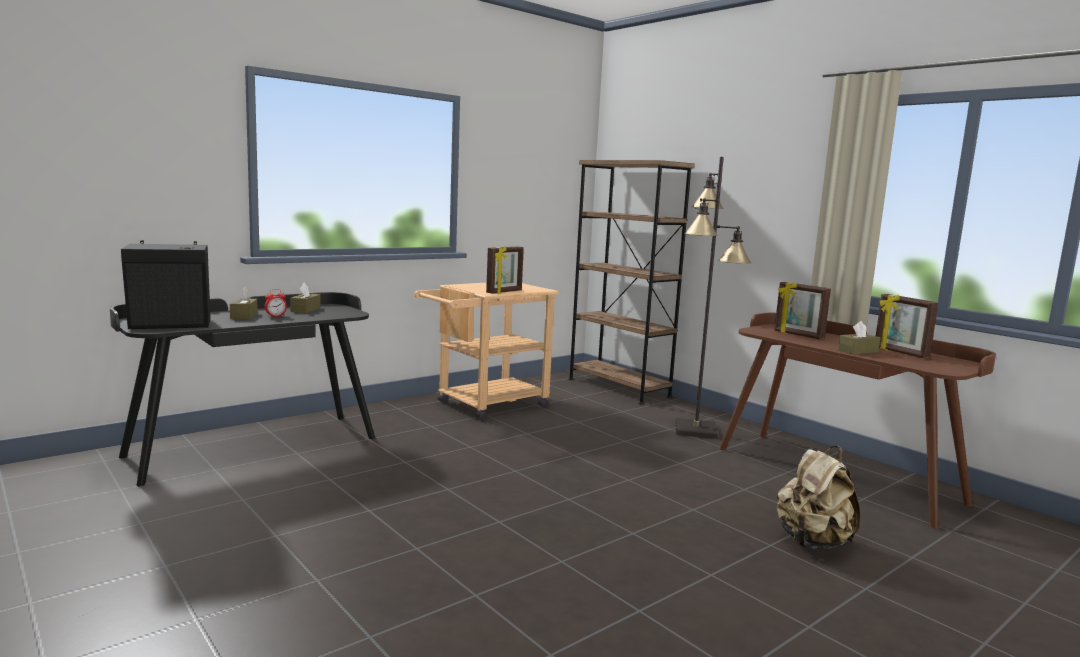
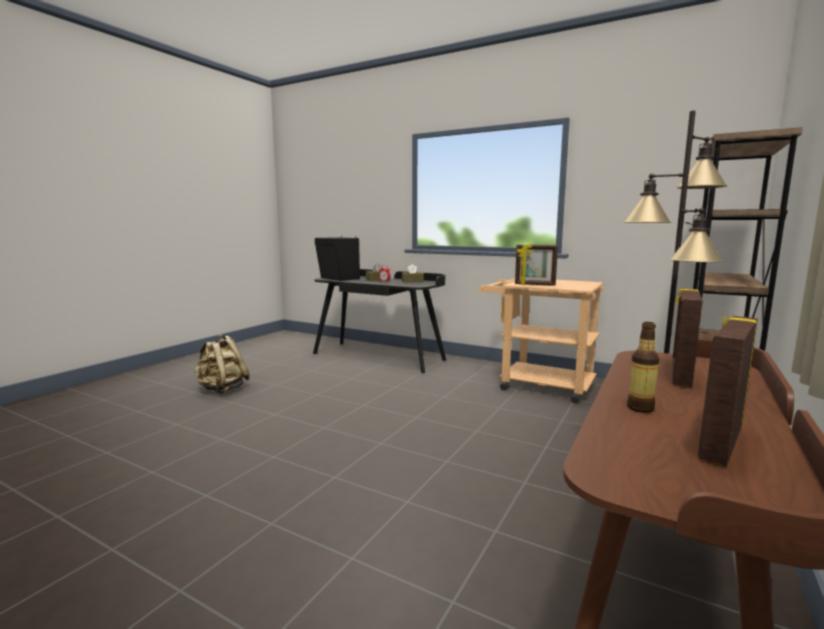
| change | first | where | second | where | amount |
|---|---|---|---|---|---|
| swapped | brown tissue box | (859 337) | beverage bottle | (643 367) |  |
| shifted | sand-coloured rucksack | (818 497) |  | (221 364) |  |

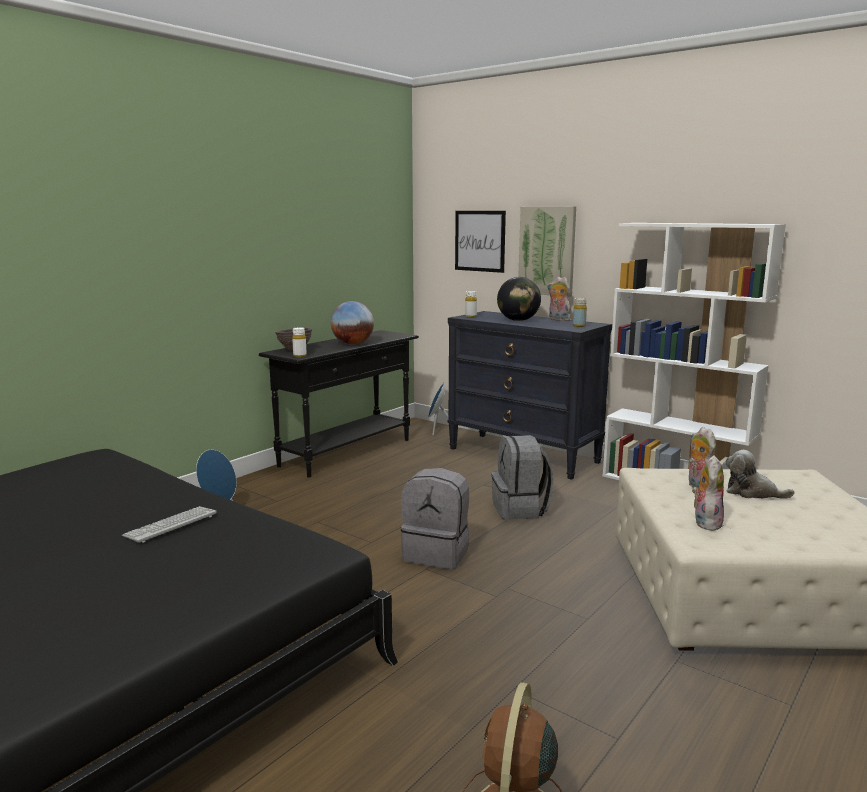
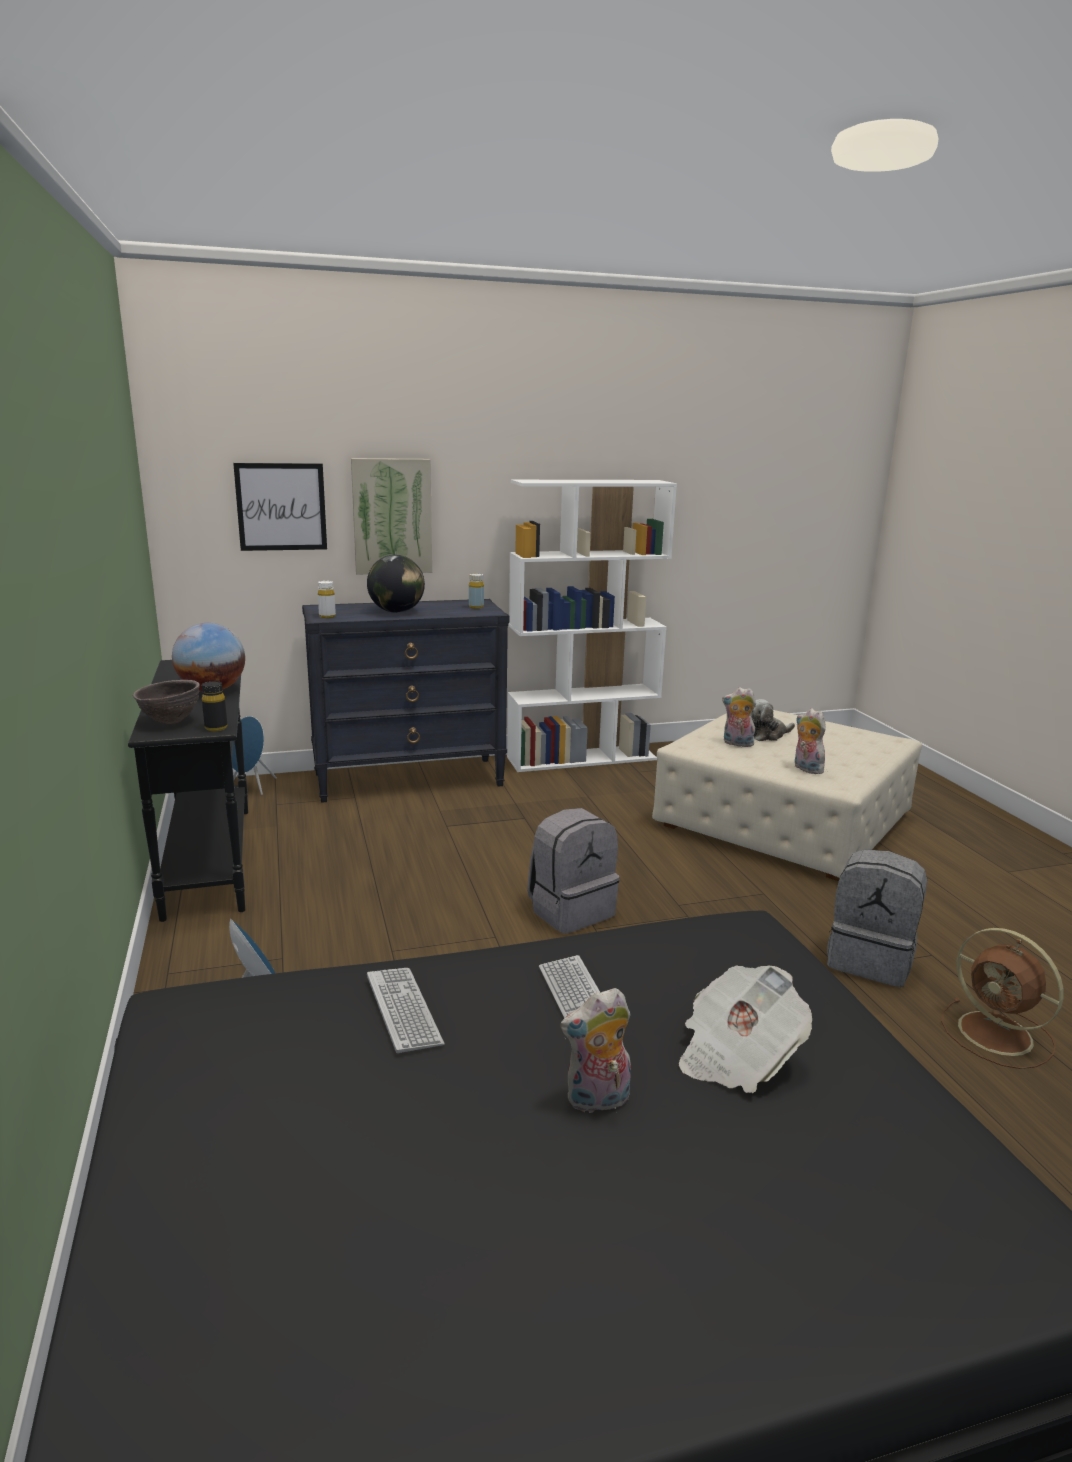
| change | first | where | second | where | amount |
|---|---|---|---|---|---|
| shifted | soft toy | (559 299) |  | (595 1050) |  |
| repainted | white-coloured beverage bottle | (299 342) | black beverage bottle | (214 706) |  |
| shifted | gray rucksack | (522 477) |  | (877 918) |  |
| new |  |  | printed paper | (745 1029) |  |
| new |  |  | PC keyboard | (405 1010) |  |

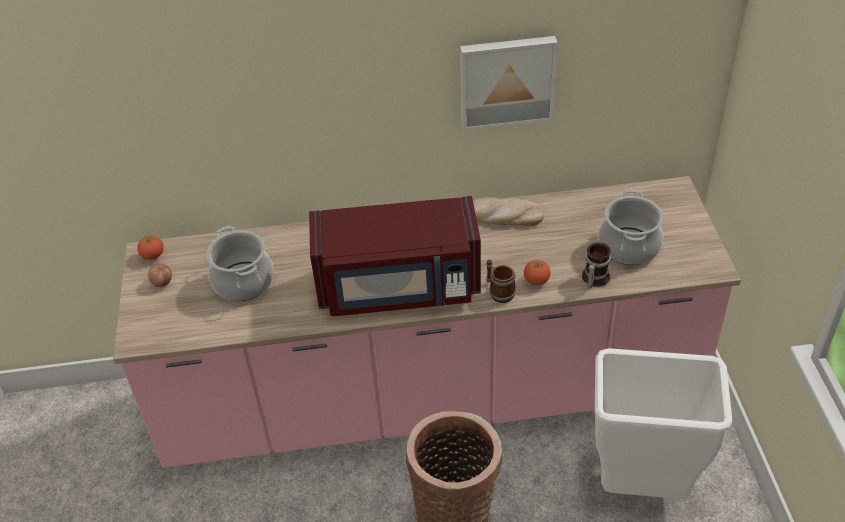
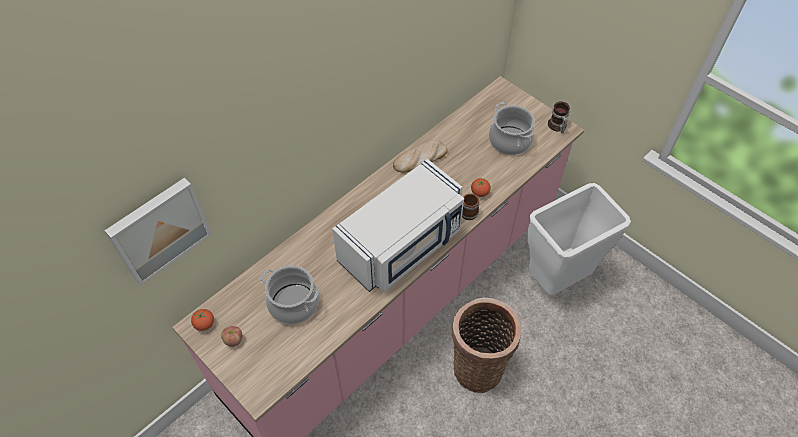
| change | first | where | second | where | amount |
|---|---|---|---|---|---|
| shifted | wall art | (509 83) |  | (158 231) |  |
| repainted | reddish microwave | (395 256) | white-coloured microwave | (398 225) |  |
| shifted | tea mug | (596 265) |  | (559 117) |  |

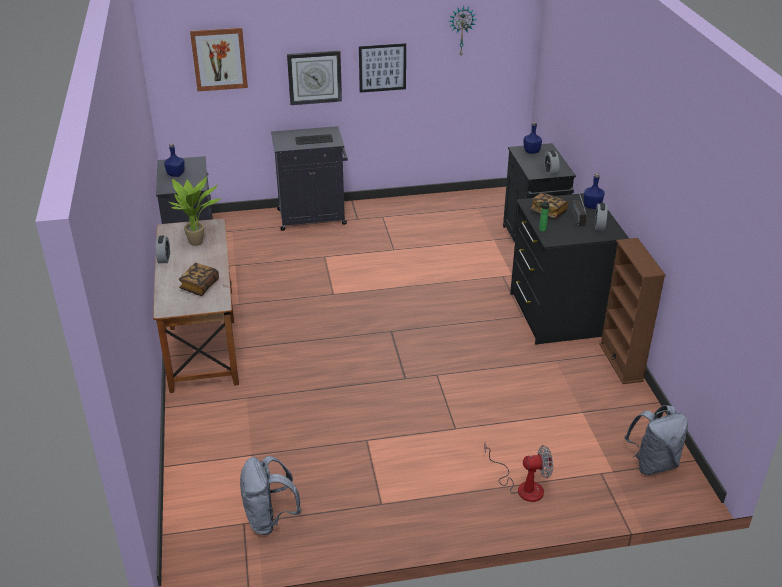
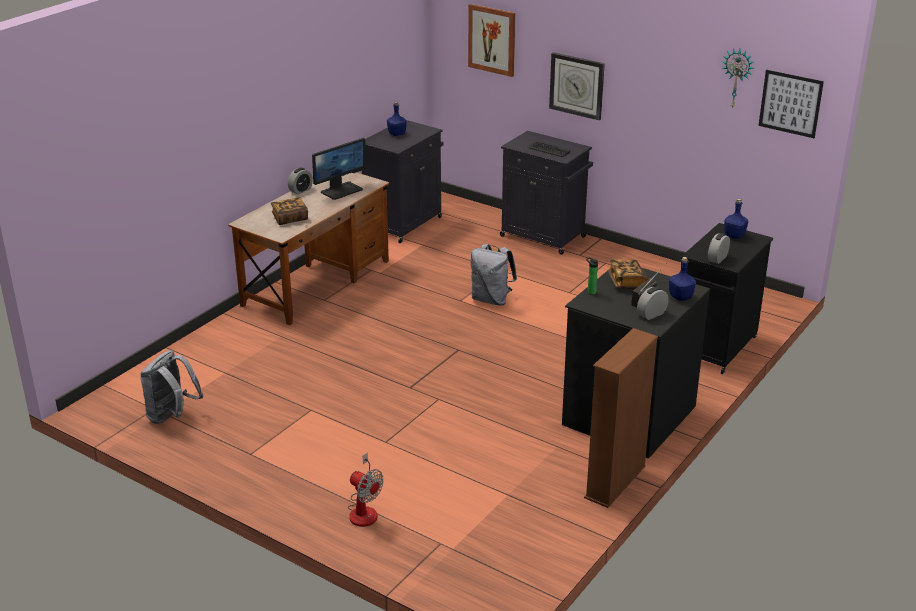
| change | first | where | second | where | amount |
|---|---|---|---|---|---|
| shifted | wall art | (382 68) |  | (791 104) |  |
| swapped | houseplant | (195 211) | computer screen | (339 169) |  |
| shifted | gray rucksack | (656 440) |  | (494 275) |  |

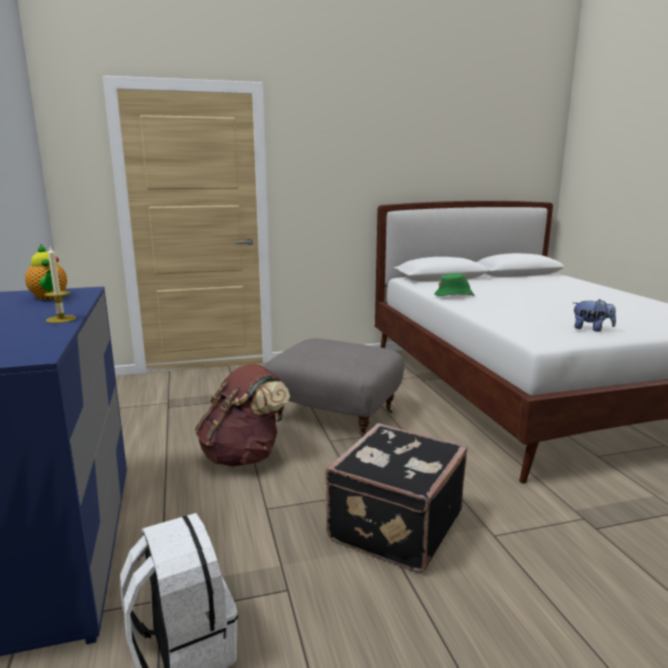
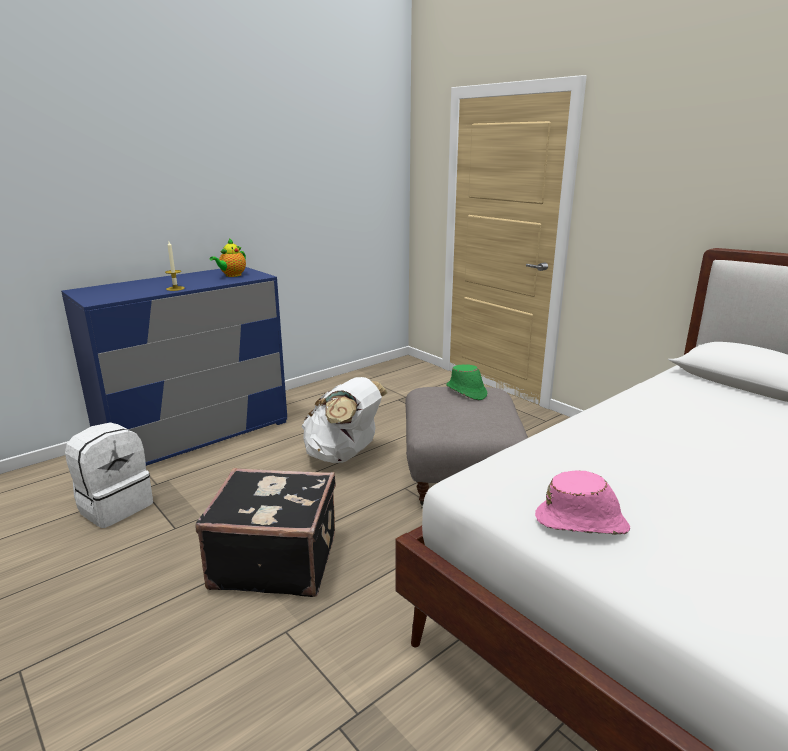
| change | first | where | second | where | amount |
|---|---|---|---|---|---|
| shifted | greenish clothing hat | (454 284) |  | (466 382) |  |
| swapped | soft toy | (594 315) | pink-coloured clothing hat | (582 502) |  |
| repainted | brown rucksack | (242 415) | white-coloured rucksack | (345 420) |  |

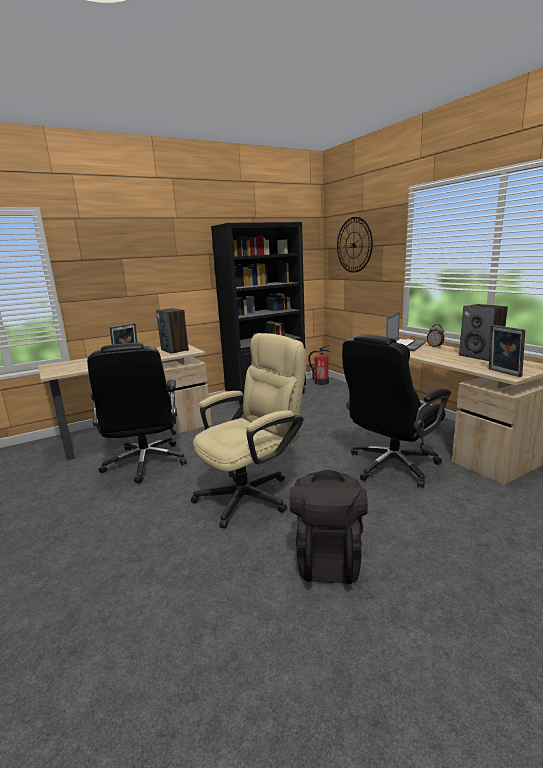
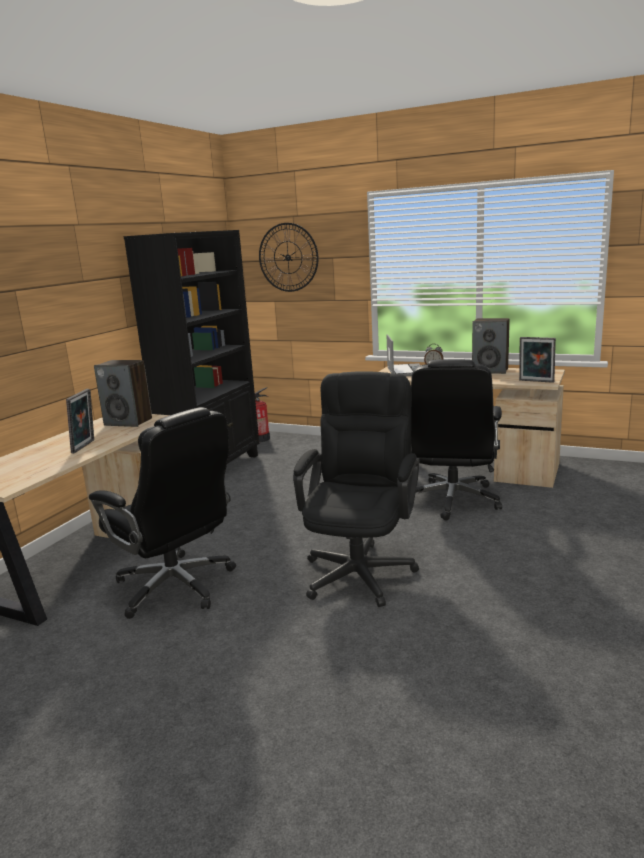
| change | first | where | second | where | amount |
|---|---|---|---|---|---|
| repainted | sand-coloured desk chair | (248 430) | black desk chair | (356 489) |  |
| gone | black rucksack | (329 527) |  |  |  |

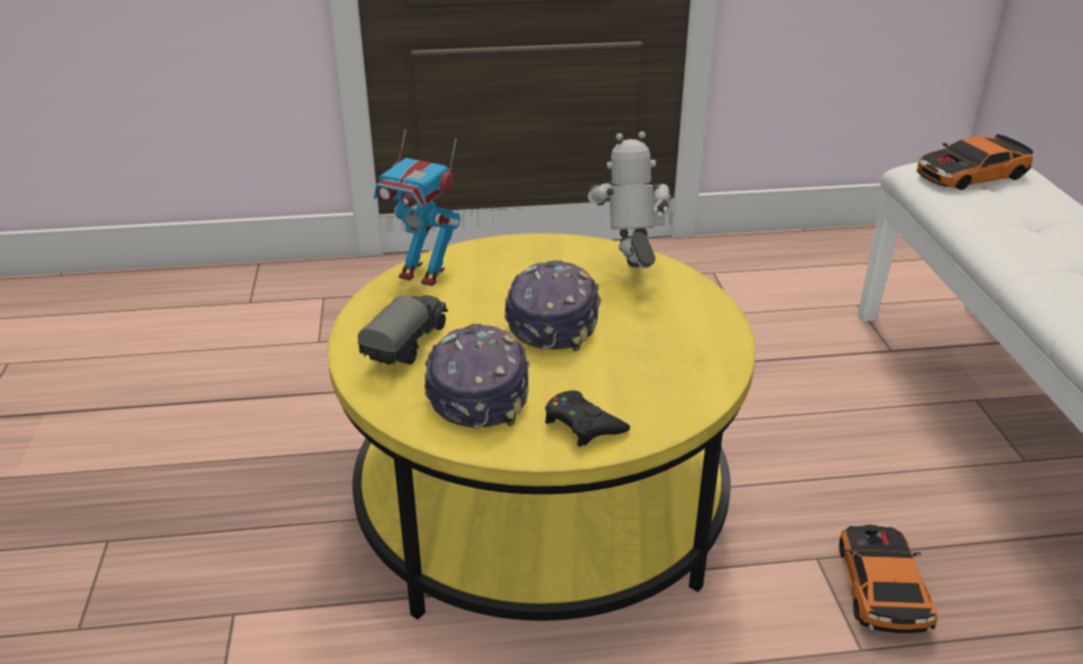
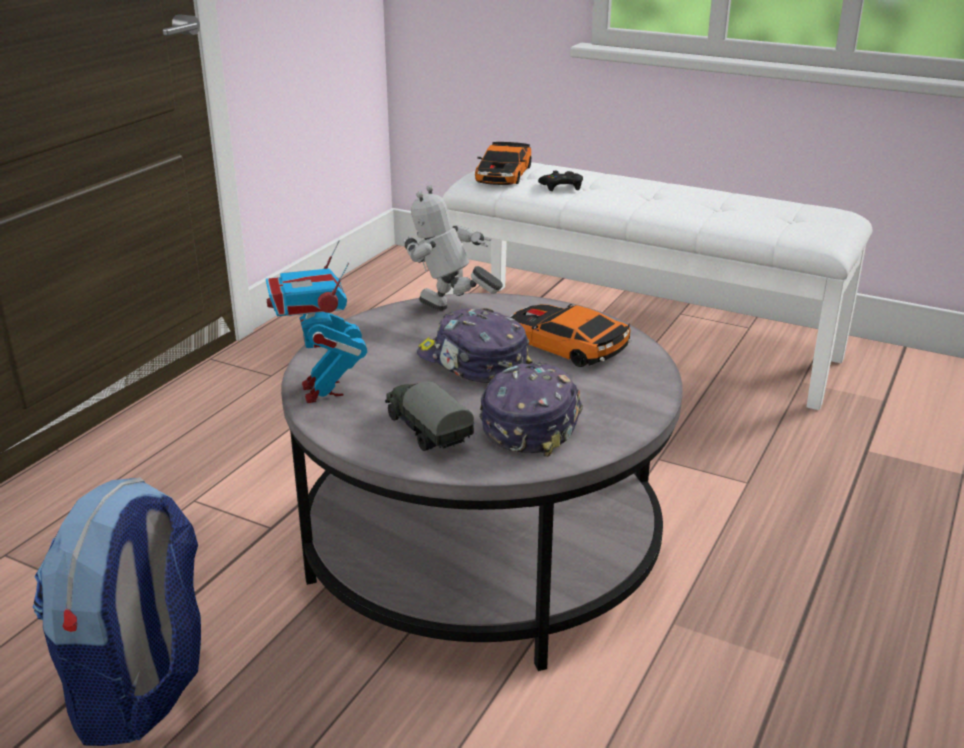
| change | first | where | second | where | amount |
|---|---|---|---|---|---|
| rotated | toy robot | (417 207) |  | (316 321) | 105 degrees clockwise |
| repainted | yellowish coffee table | (541 427) | gray coffee table | (482 482) |  |
| rotated | peaked cap | (477 376) |  | (531 410) | 75 degrees clockwise |
| shifted | black game controller | (587 418) |  | (560 181) |  |
| shifted | toy car | (888 579) |  | (570 335) |  |
| new |  |  | rucksack | (116 611) |  |

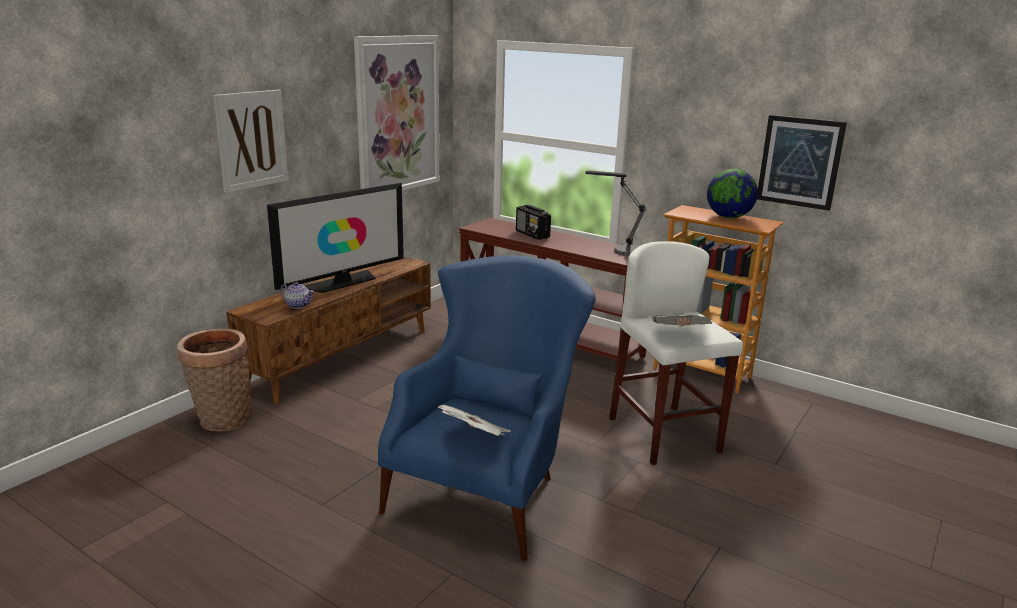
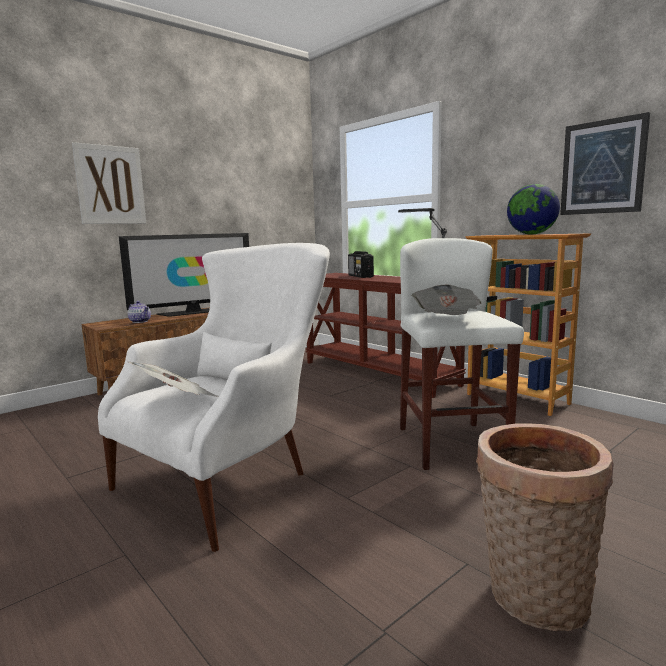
| change | first | where | second | where | amount |
|---|---|---|---|---|---|
| gone | wall art | (396 113) |  |  |  |
| repainted | blue easy chair | (487 408) | white-coloured easy chair | (214 397) |  |
| shifted | household basket | (214 380) |  | (545 527) |  |

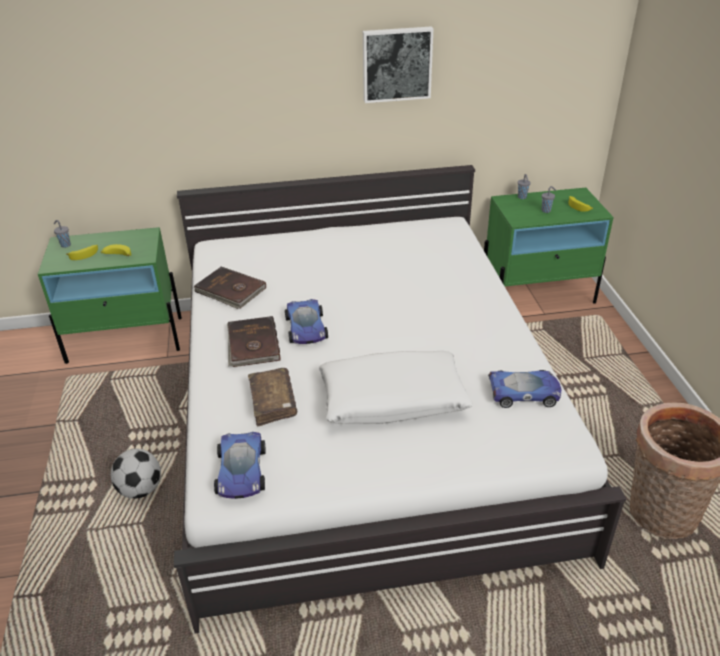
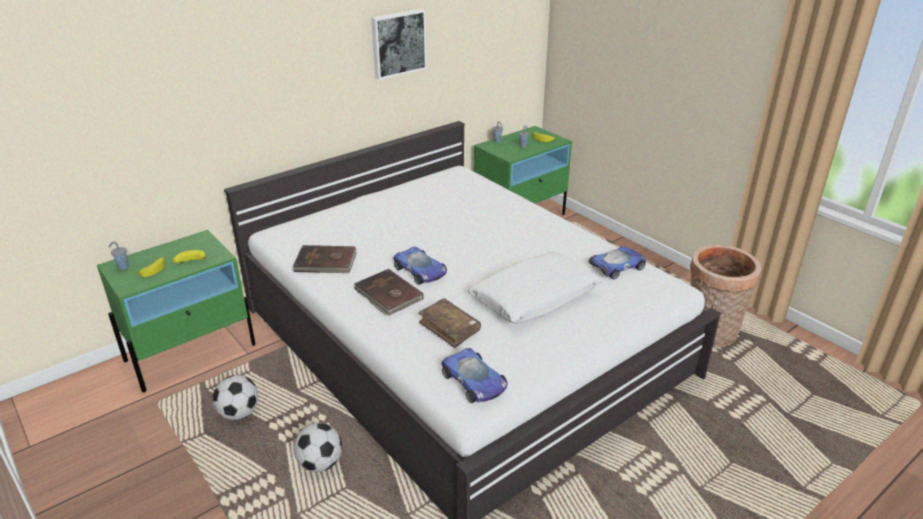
| change | first | where | second | where | amount |
|---|---|---|---|---|---|
| new |  |  | football | (235 397) |  |

